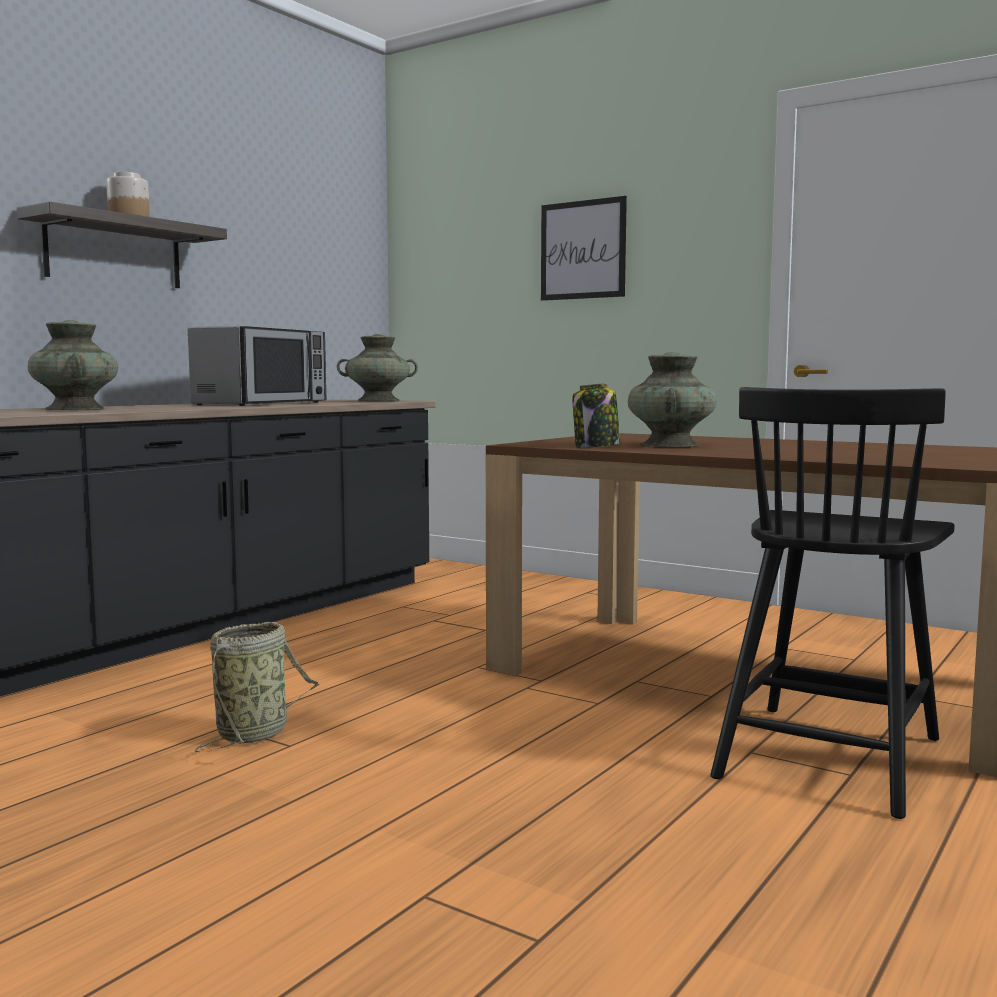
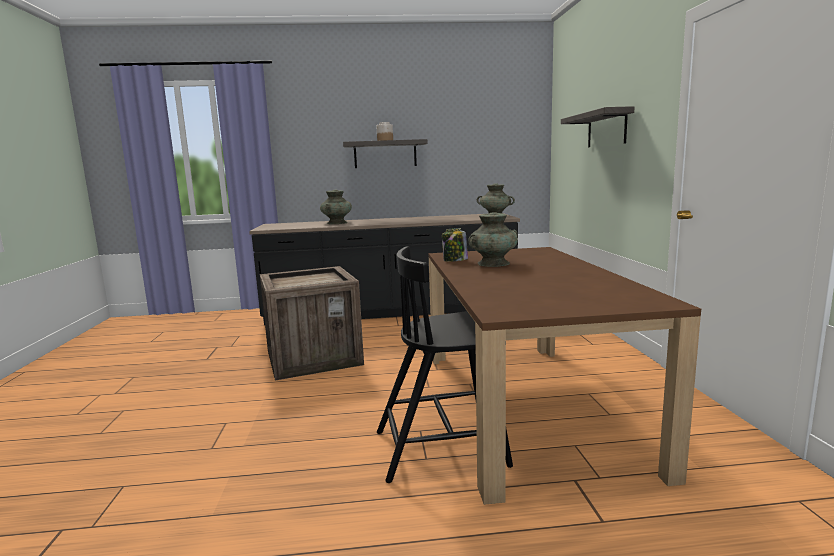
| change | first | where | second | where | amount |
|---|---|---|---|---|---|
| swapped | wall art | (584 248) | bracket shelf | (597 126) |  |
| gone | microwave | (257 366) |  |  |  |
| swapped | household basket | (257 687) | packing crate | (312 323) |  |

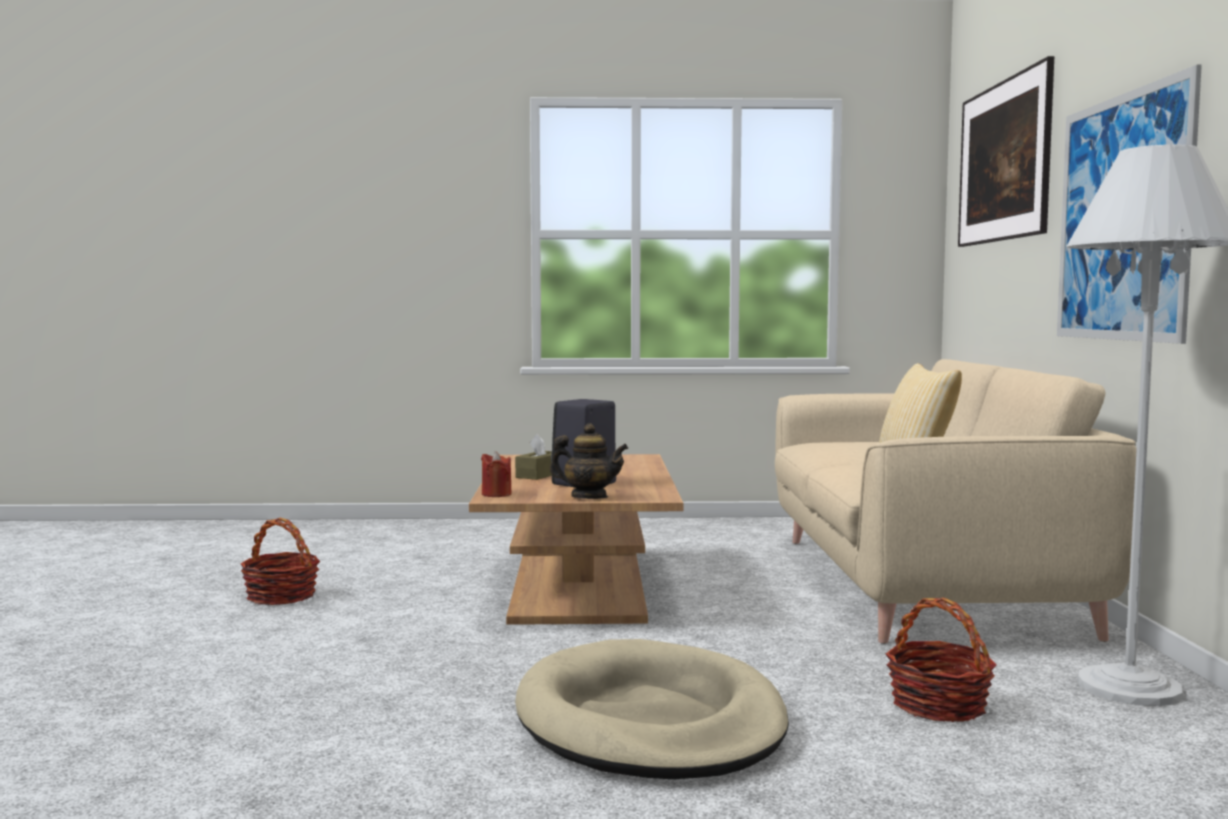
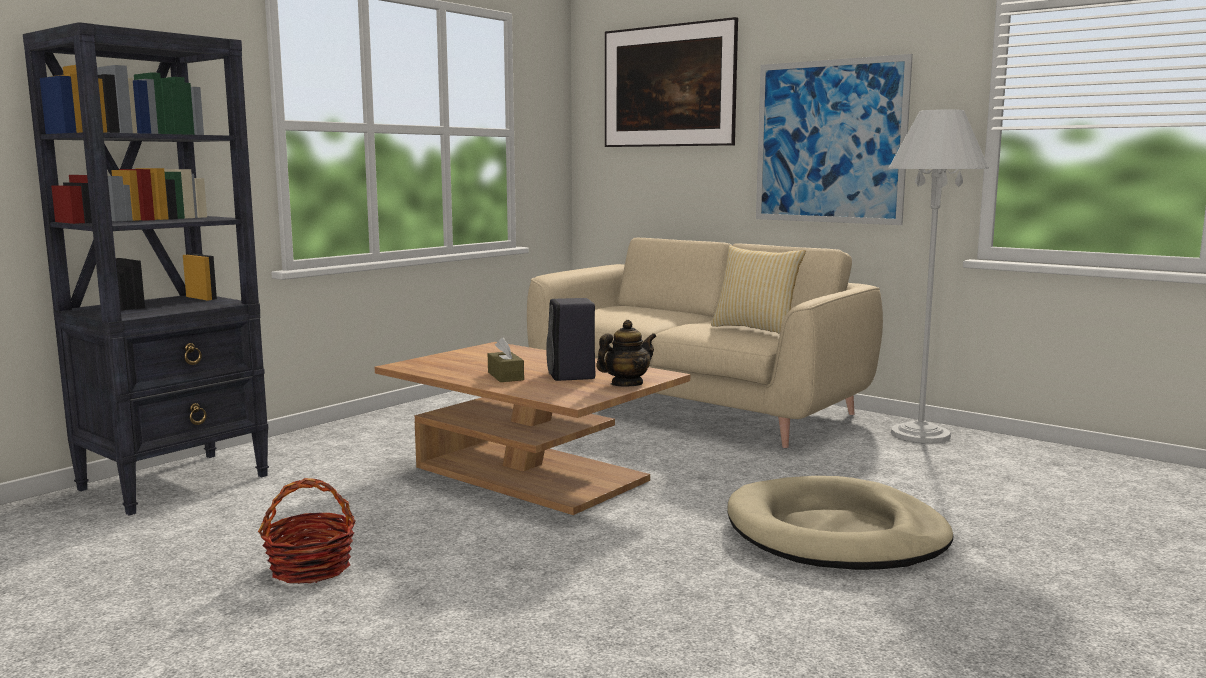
| change | first | where | second | where | amount |
|---|---|---|---|---|---|
| gone | reddish wax candle | (496 474) |  |  |  |
| gone | household basket | (941 659) |  |  |  |
| new |  |  | black bookcase | (146 269) |  |

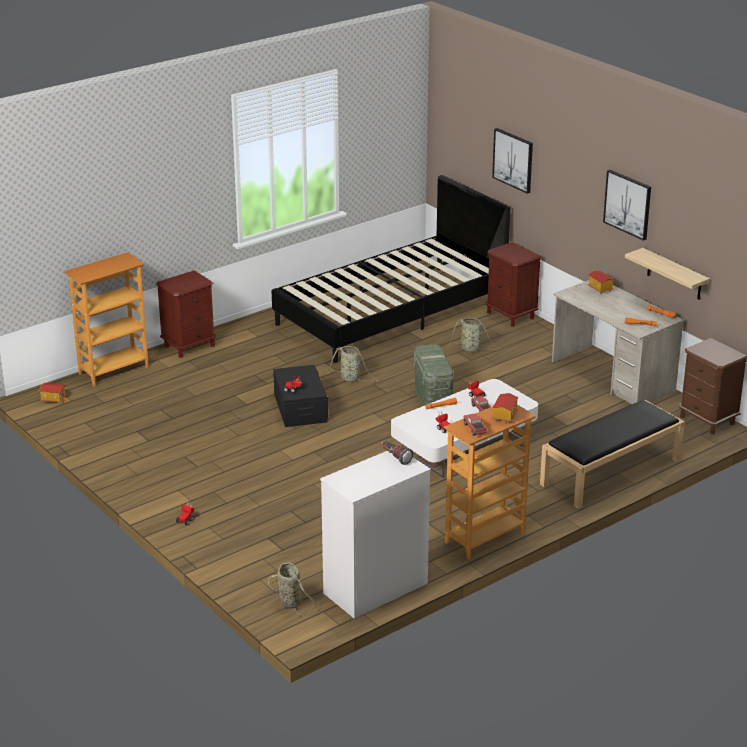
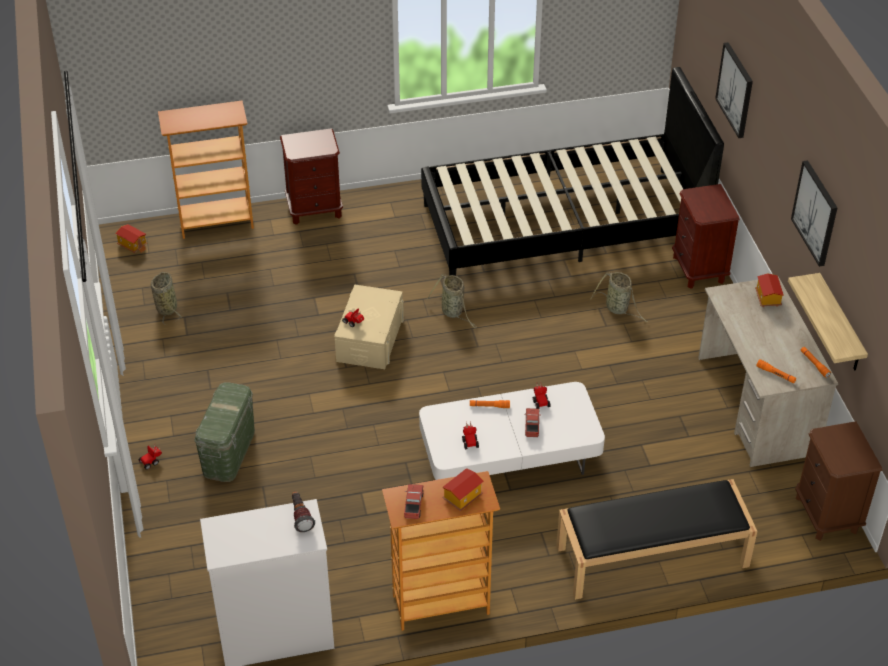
| change | first | where | second | where | amount |
|---|---|---|---|---|---|
| shifted | greenish storage container | (434 375) |  | (224 432) |  |
| repainted | black storage container | (301 396) | sand-coloured storage container | (369 327) |  |
| shifted | household basket | (292 588) |  | (166 298) |  |

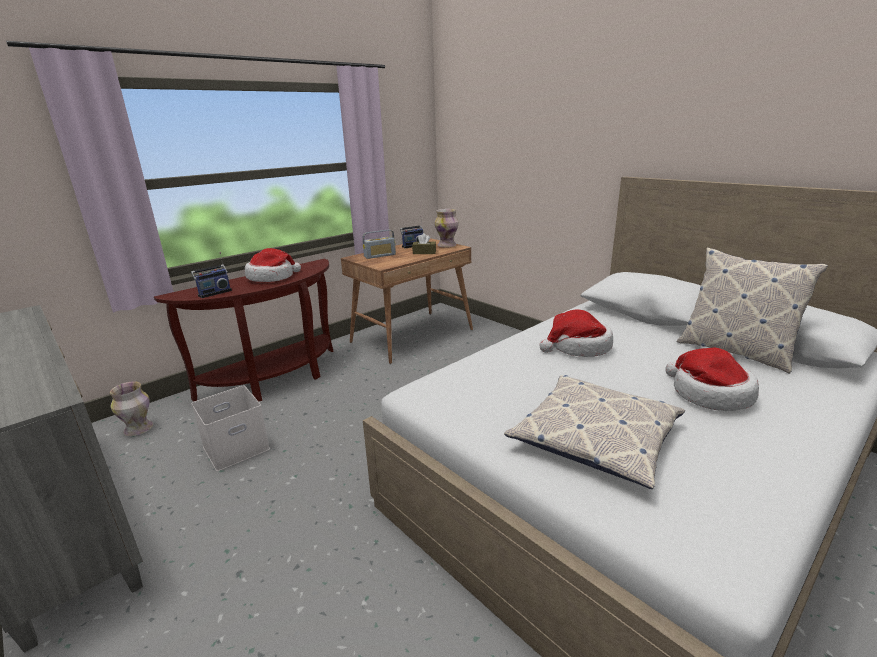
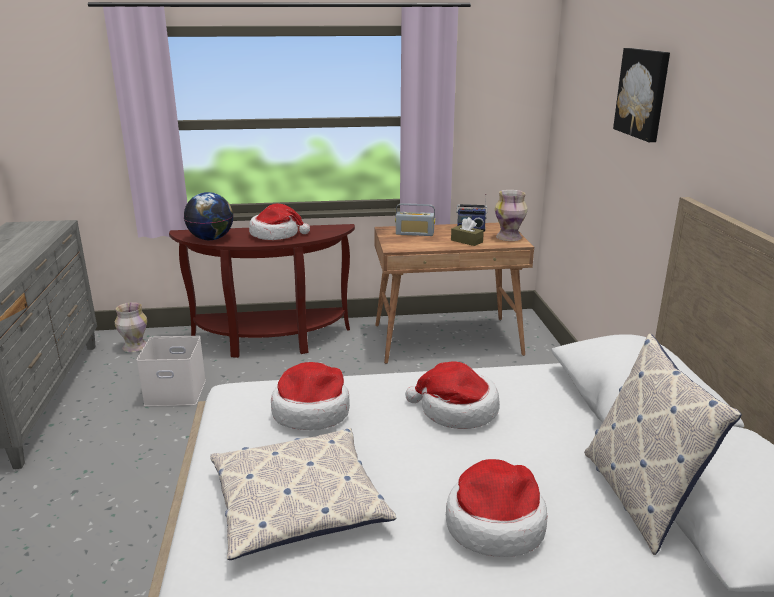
| change | first | where | second | where | amount |
|---|---|---|---|---|---|
| swapped | radio | (211 275) | desk globe | (208 216) |  |
| new |  |  | wall art | (641 95) |  |
| new |  |  | clothing hat | (310 396) |  |

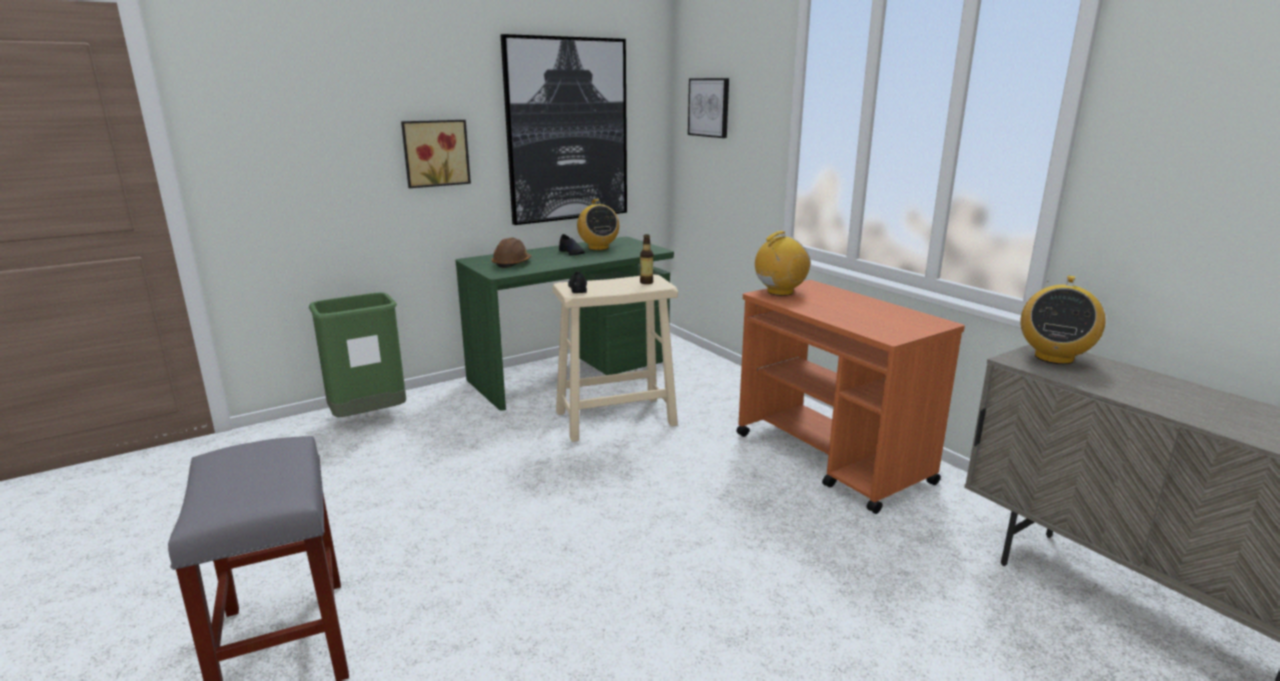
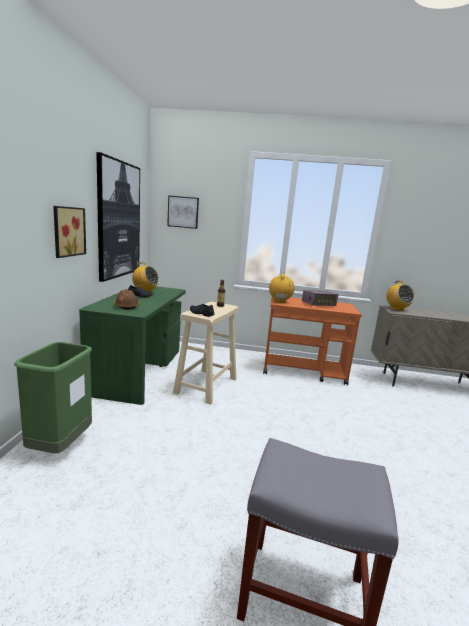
| change | first | where | second | where | amount |
|---|---|---|---|---|---|
| new |  |  | radio | (320 298) |  |

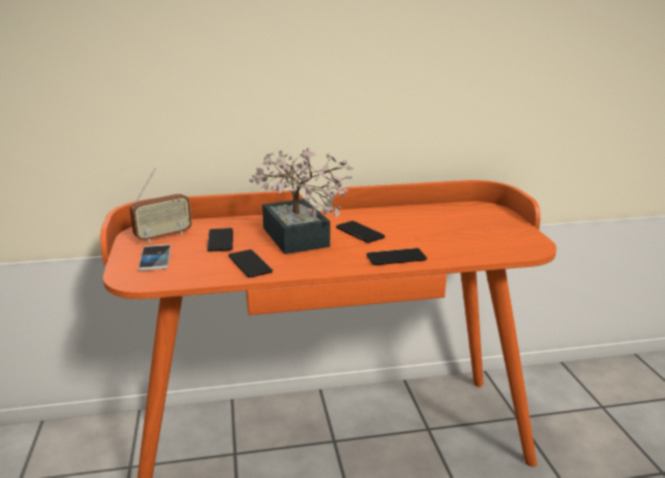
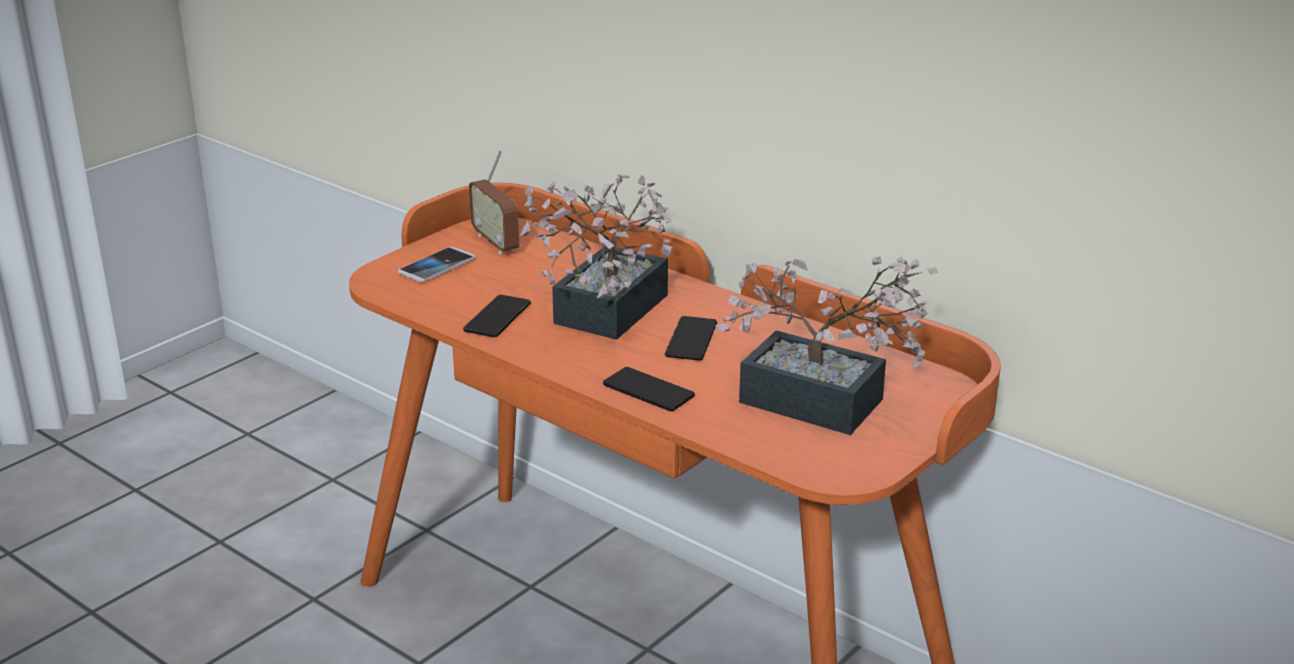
| change | first | where | second | where | amount |
|---|---|---|---|---|---|
| rotated | radio | (161 205) |  | (494 202) | 45 degrees clockwise |
| gone | phone | (220 240) |  |  |  |
| new |  |  | houseplant | (826 345) |  |

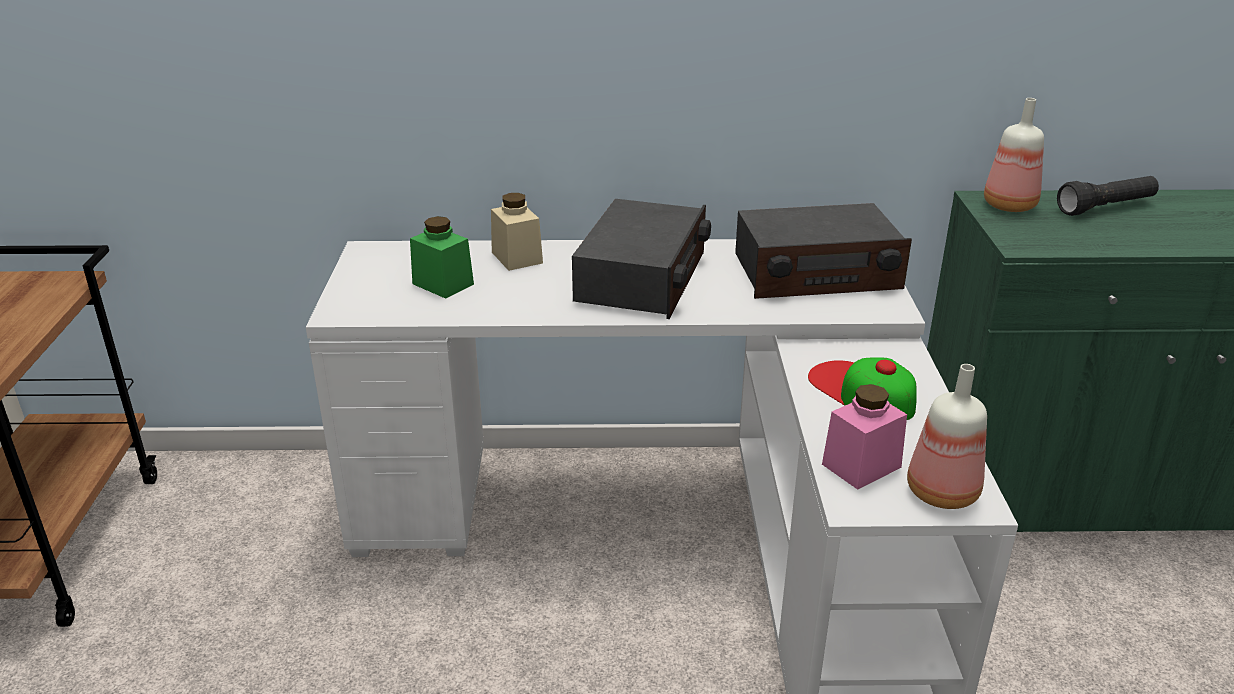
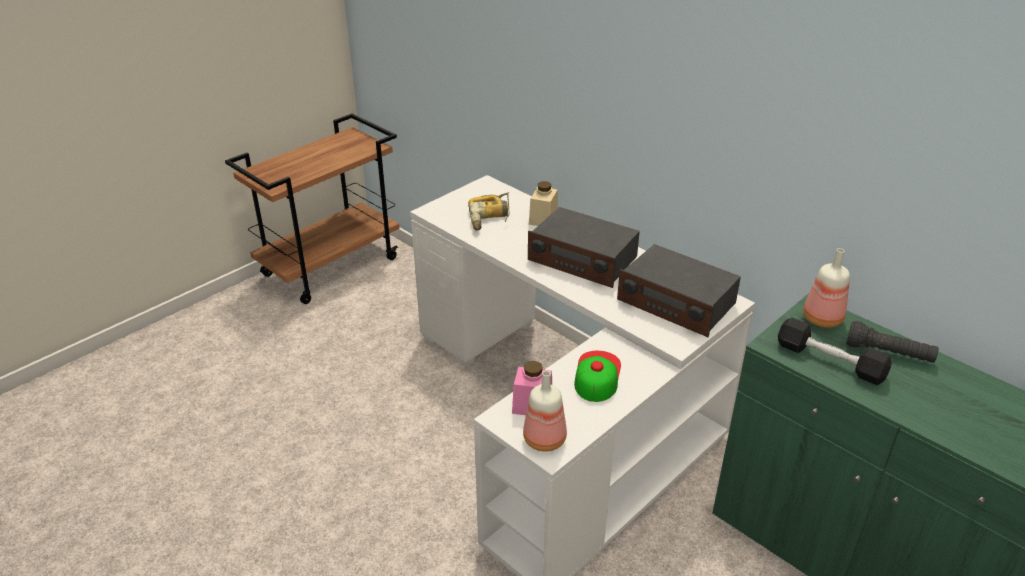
| change | first | where | second | where | amount |
|---|---|---|---|---|---|
| rotated | radio | (641 259) |  | (584 247) | 60 degrees clockwise |
| swapped | greenish preserve jar | (442 257) | power drill | (489 211) |  |
| new |  |  | black dumbbell | (835 351) |  |

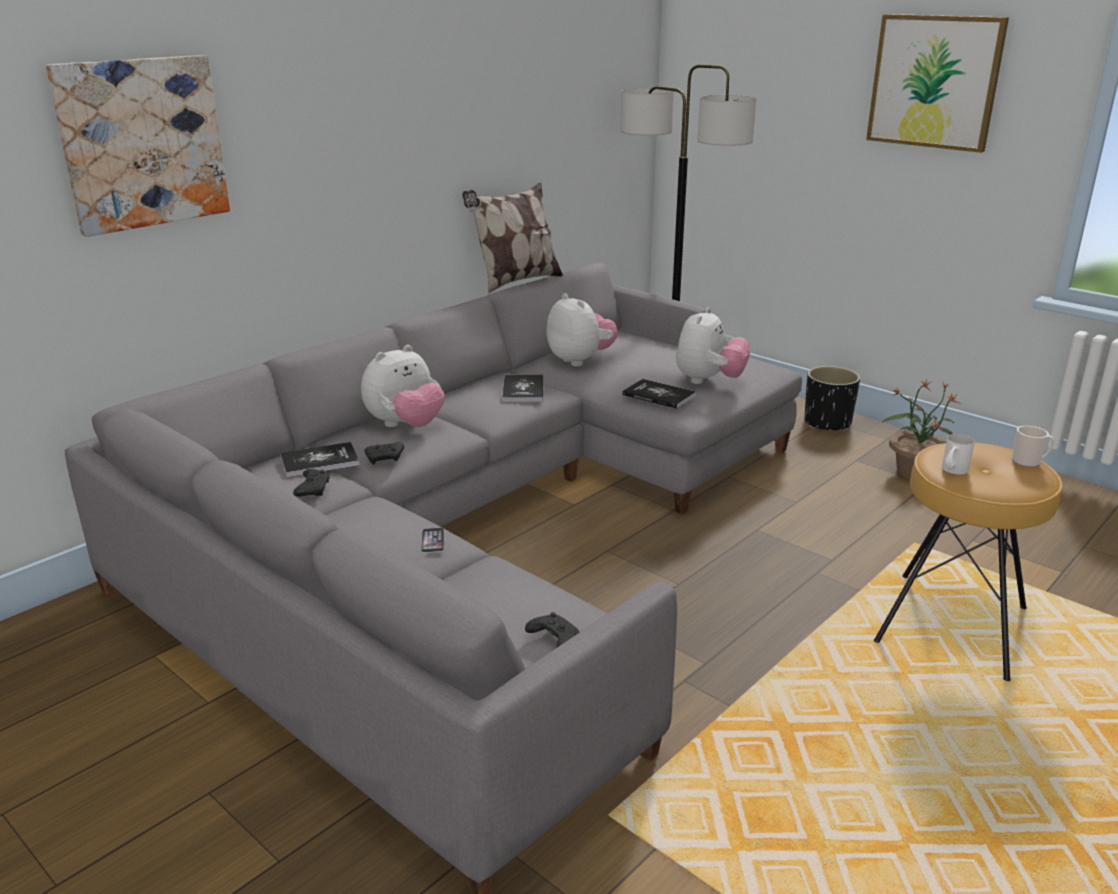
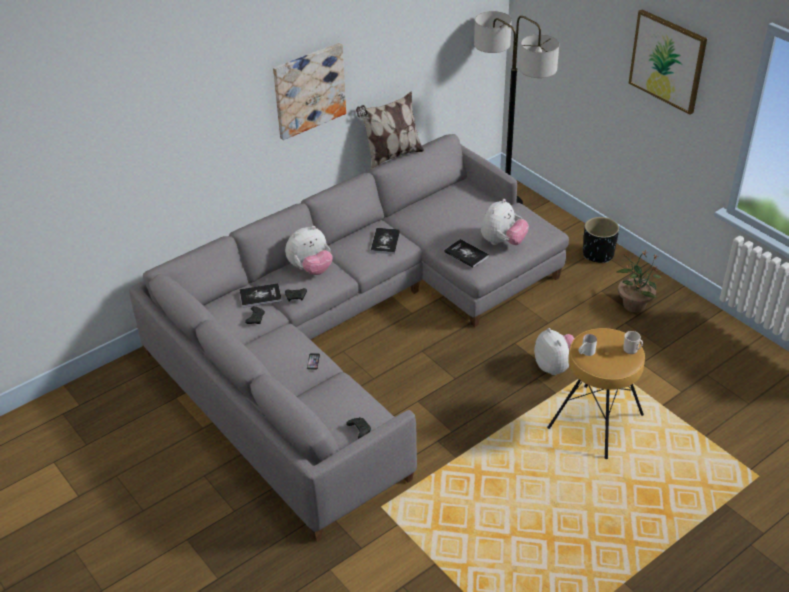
| change | first | where | second | where | amount |
|---|---|---|---|---|---|
| shifted | wall art | (138 146) |  | (309 91) |  |
| shifted | soft toy | (582 330) |  | (554 351) |  |

